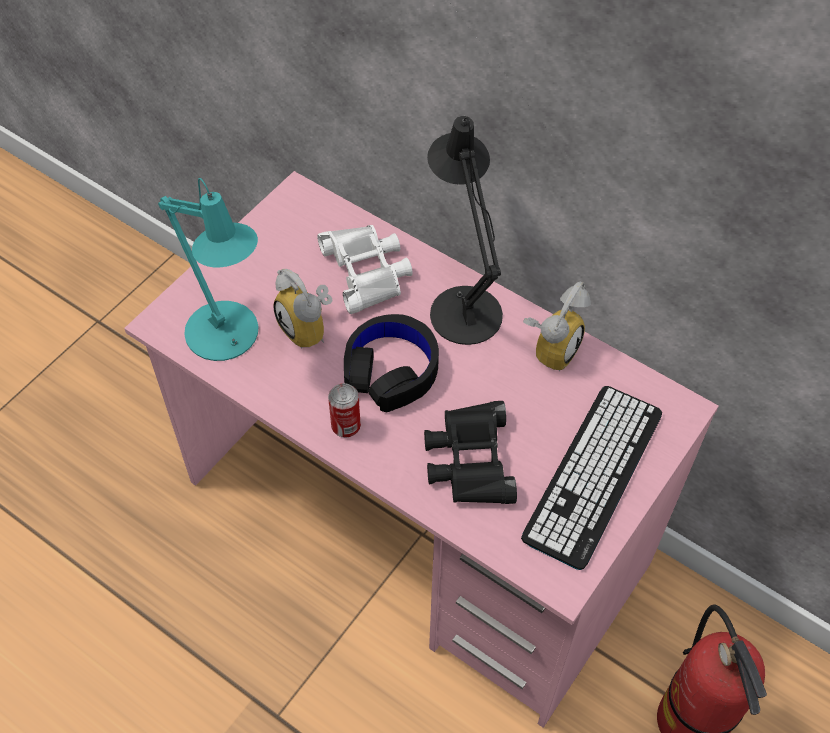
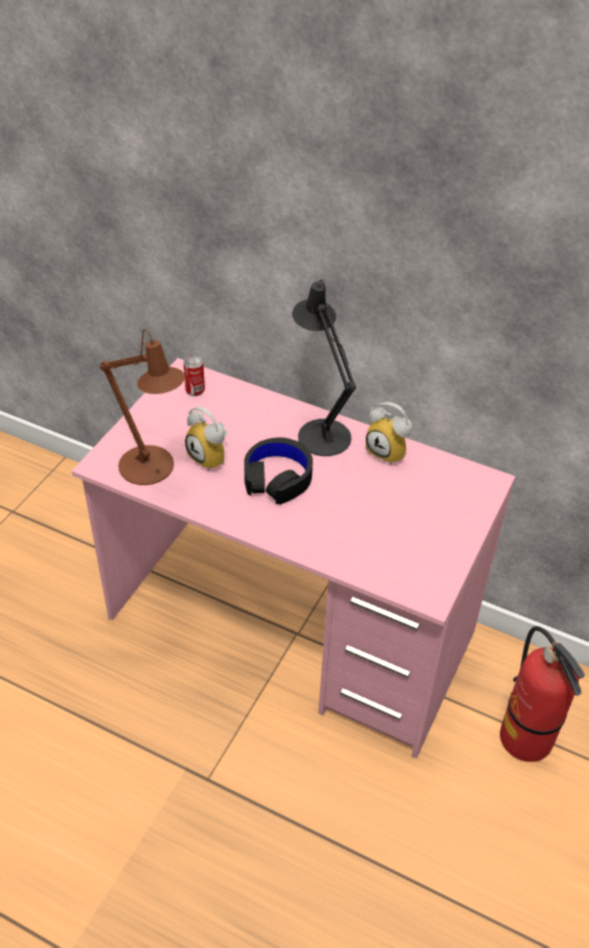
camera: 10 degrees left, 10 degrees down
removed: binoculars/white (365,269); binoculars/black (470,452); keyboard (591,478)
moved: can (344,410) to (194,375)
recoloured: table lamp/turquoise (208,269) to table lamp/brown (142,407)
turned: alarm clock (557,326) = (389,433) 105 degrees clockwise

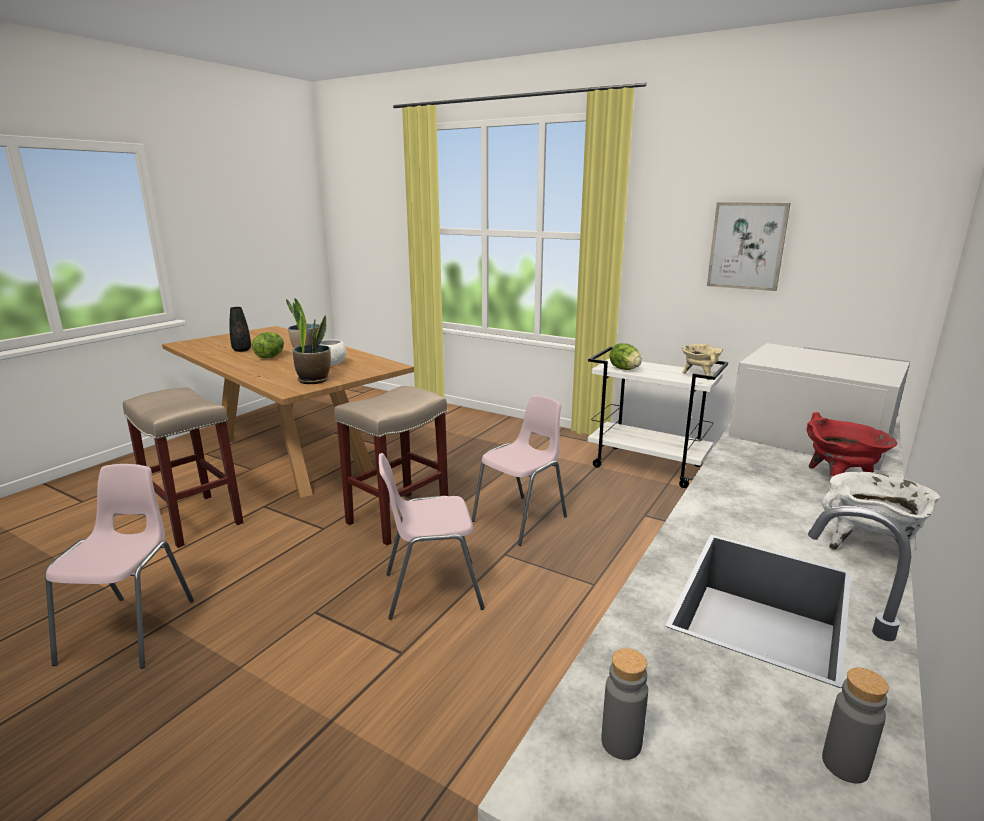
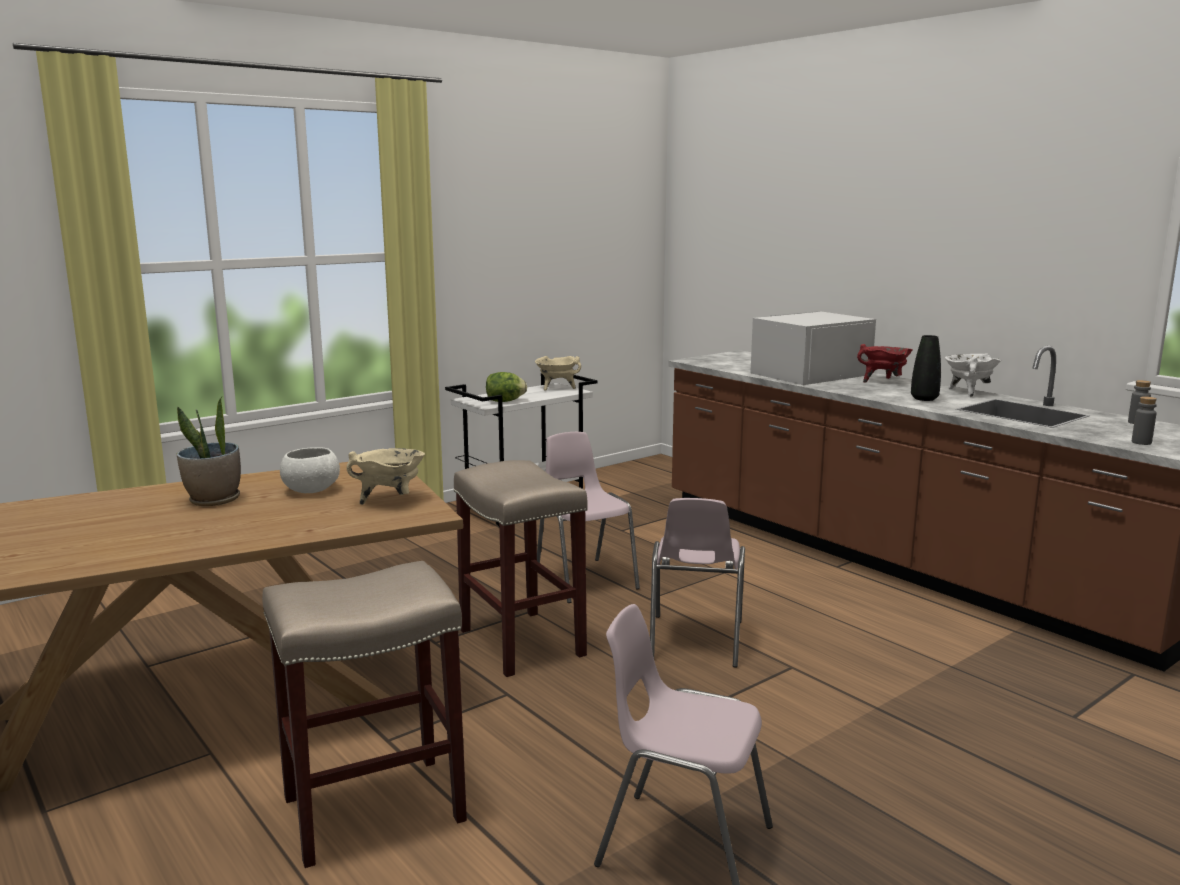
camera: 70 degrees left, 5 degrees down
removed: lettuce (268,345); picture (749,246)
moved: vase/black (240,329) to (926,368)
replaced: potted plant (312,347) to cooking pot/beige (386,476)

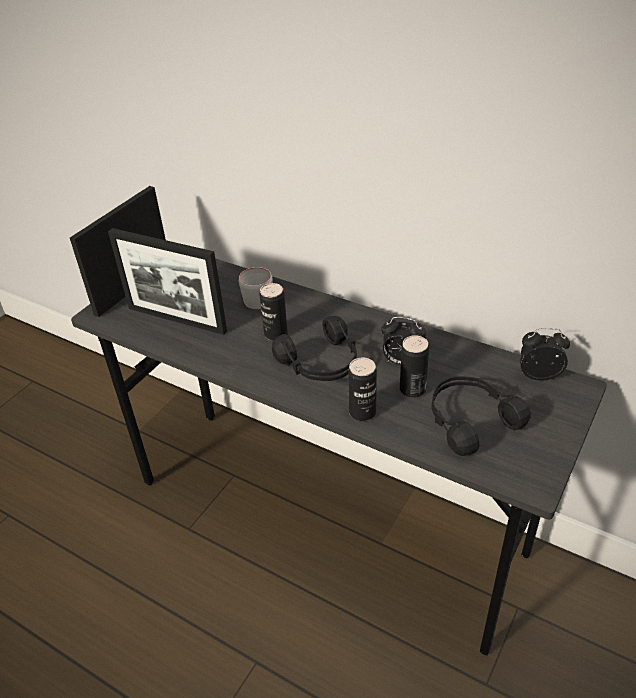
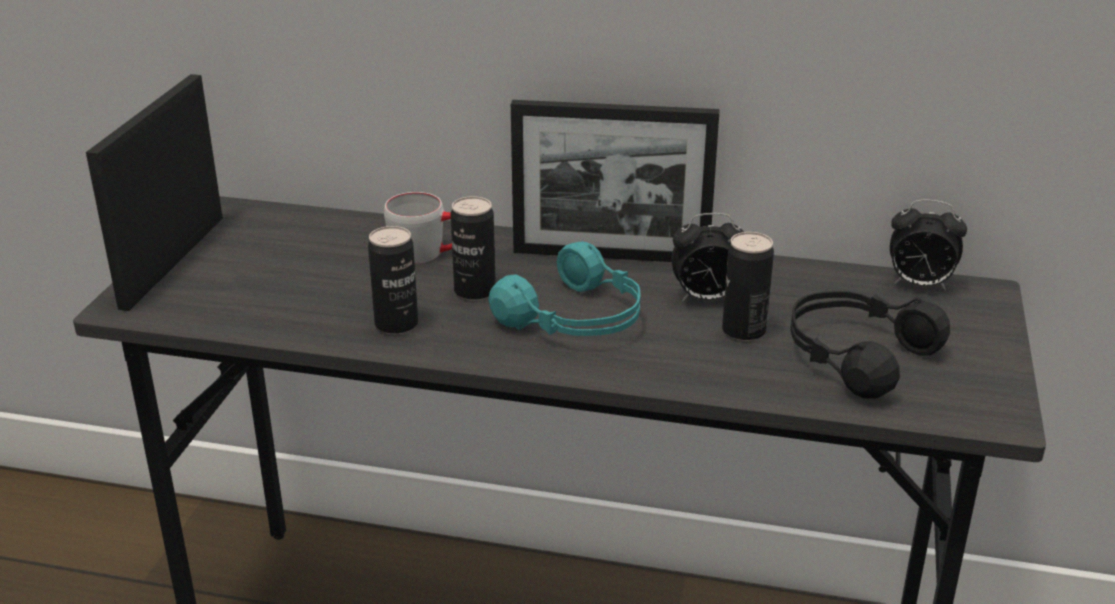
camera: 20 degrees left, 10 degrees down
moved: picture frame (167,281) to (615,181); can (362,389) to (393,280)
recoloured: headphones/black (314,348) to headphones/turquoise (564,288)
turned: alarm clock (545,354) = (928,244) 150 degrees counterclockwise

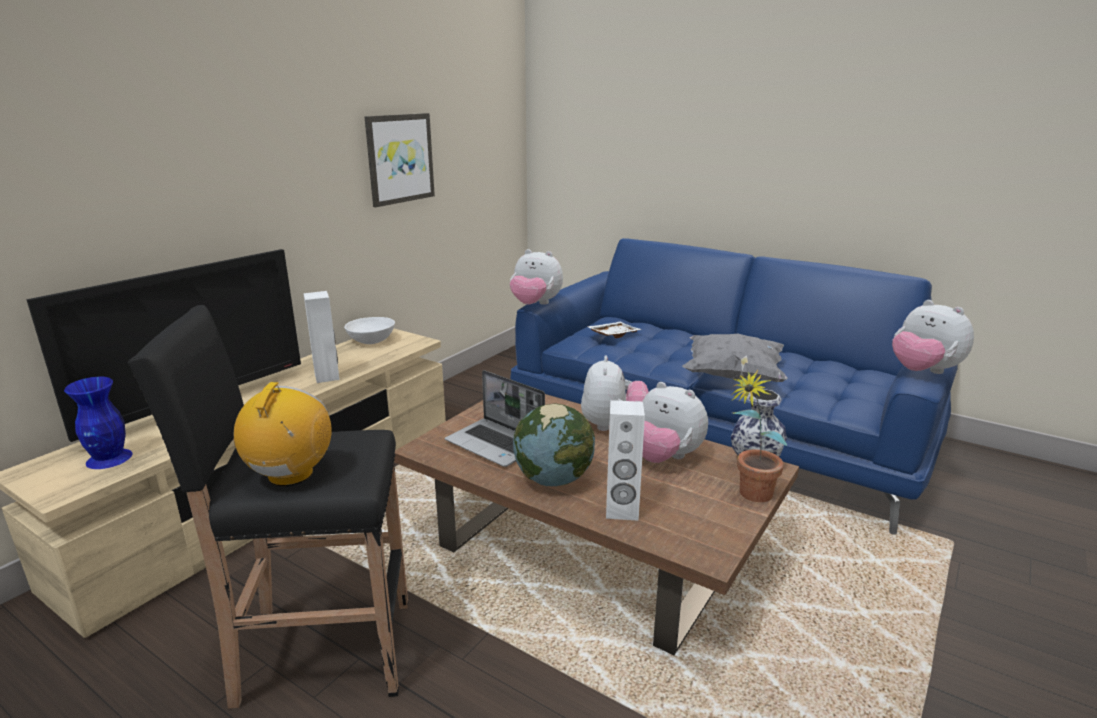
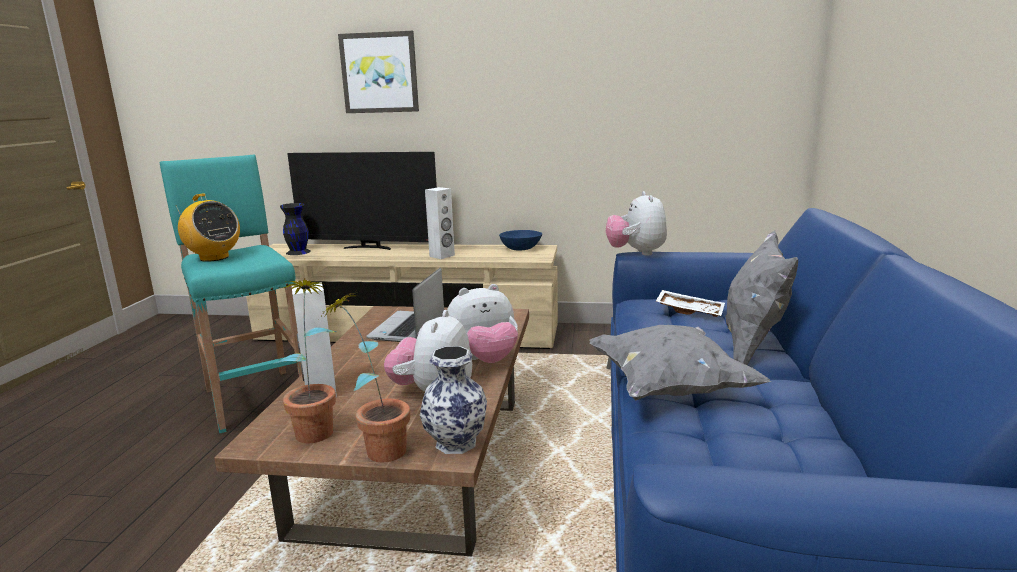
camera: 65 degrees right, 5 degrees down
removed: globe (554,445); plush toy (933,337)
added: potted plant (304,360); pillow/grey (761,298)
moved: picture (400,160) to (378,72)
recoloured: vase/blue (98,423) to vase/black (295,229); stool/black (267,507) to stool/turquoise (231,293); bowl/white (369,330) to bowl/blue (520,240)
turned: radio (283,434) = (208,227) 60 degrees clockwise

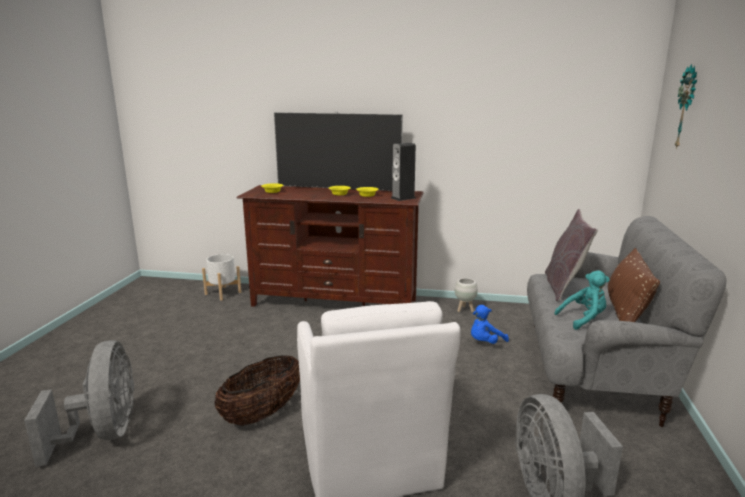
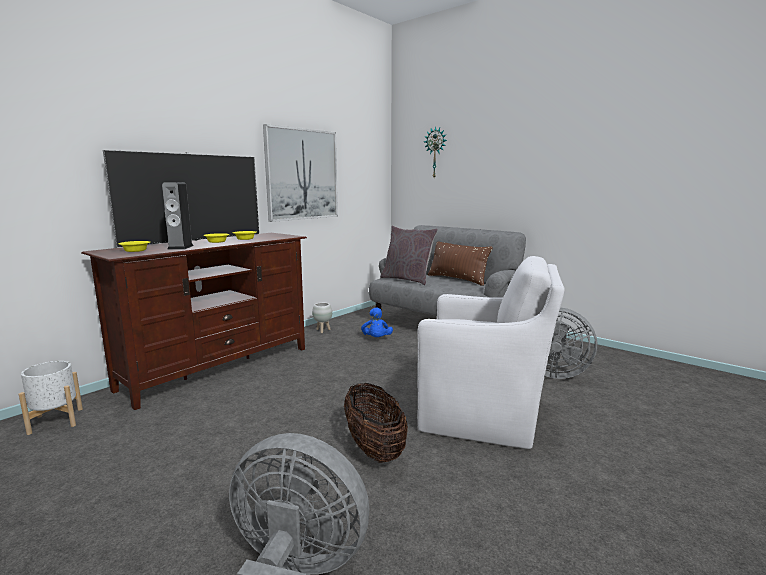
camera: 60 degrees left, 5 degrees down
removed: plush toy/turquoise (582,300)
added: picture (300,173)
moved: speaker (403,172) to (178,216)

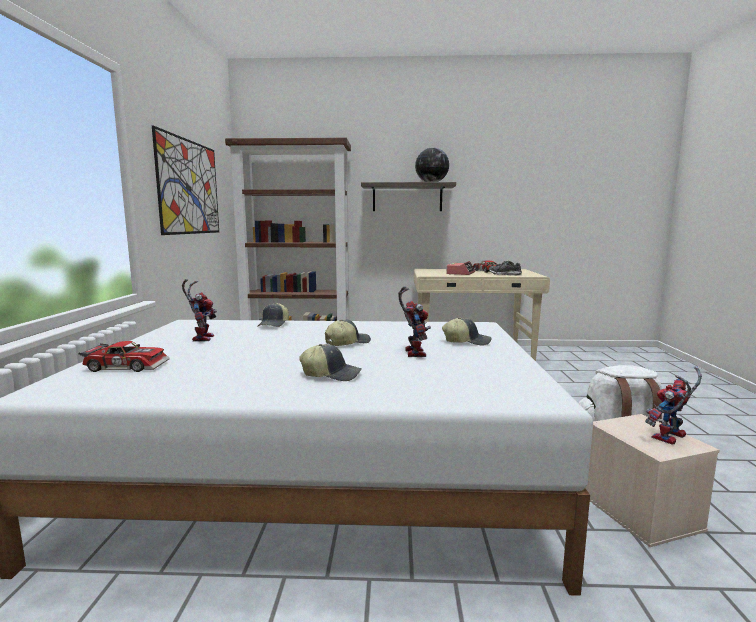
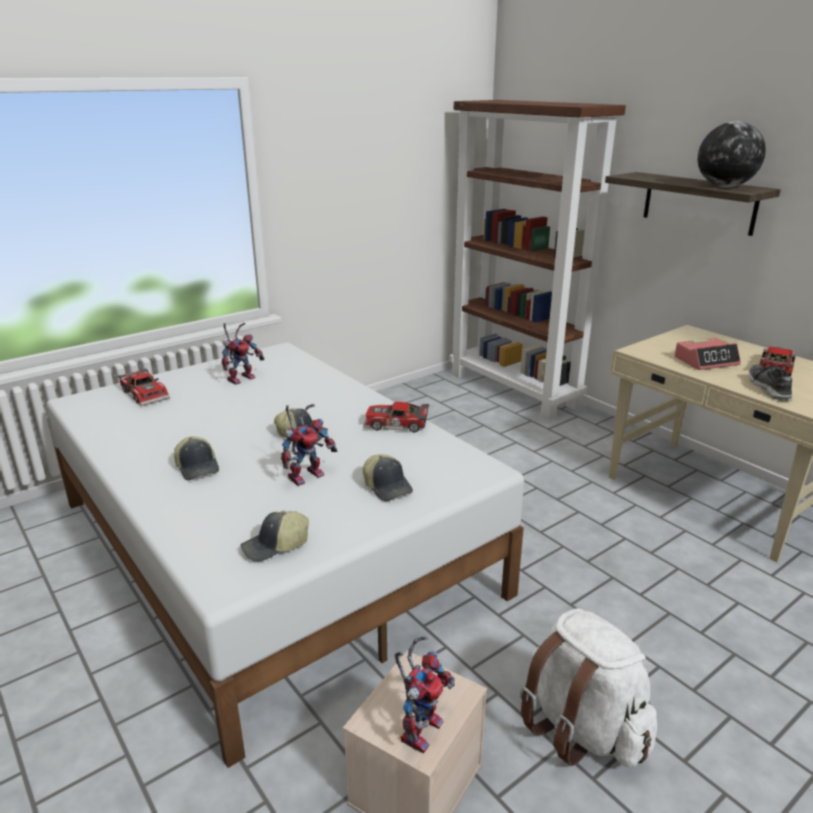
camera: 50 degrees right, 15 degrees up
removed: picture (185,180)
added: toy car (396,417)
moved: cap (273,315) to (274,536)
turned: toy robot (673,406) = (425,695) 105 degrees clockwise

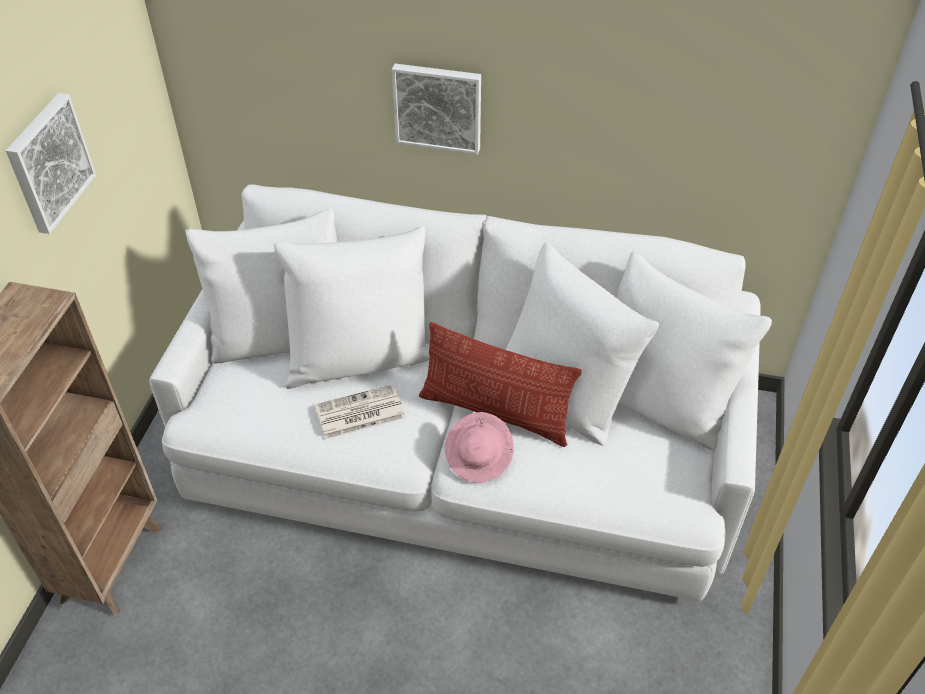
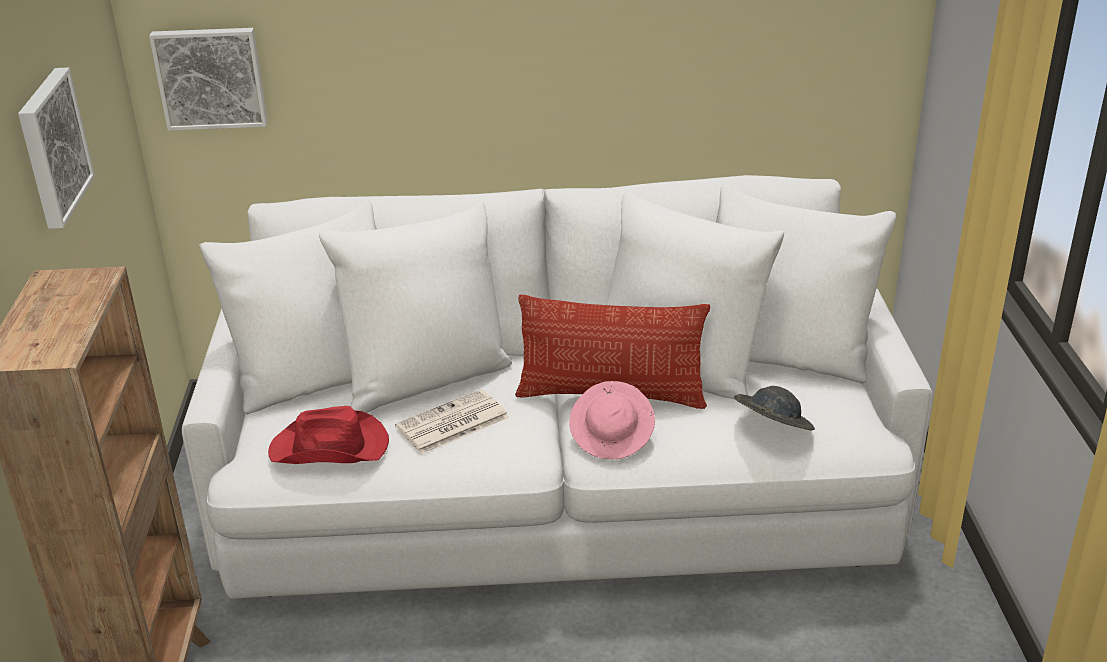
camera: 15 degrees left, 15 degrees down
added: hat/red (328,435); hat/grey (774,408)
moved: picture (436,109) to (208,79)

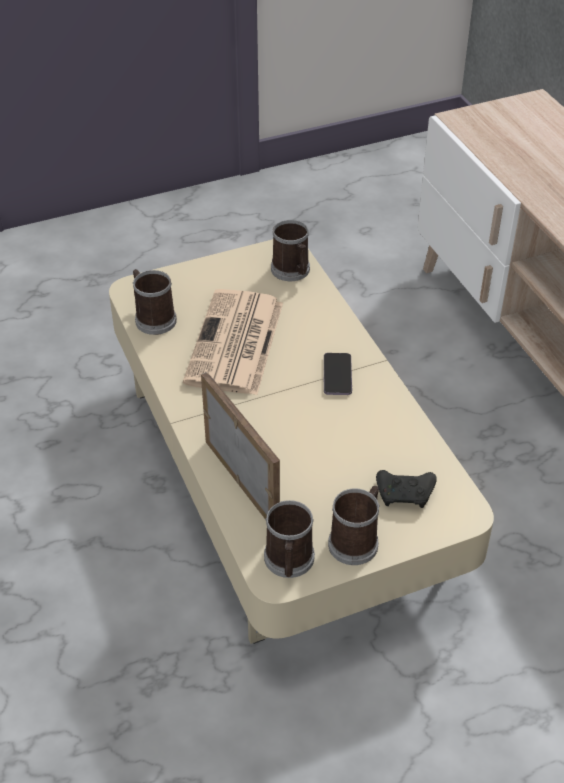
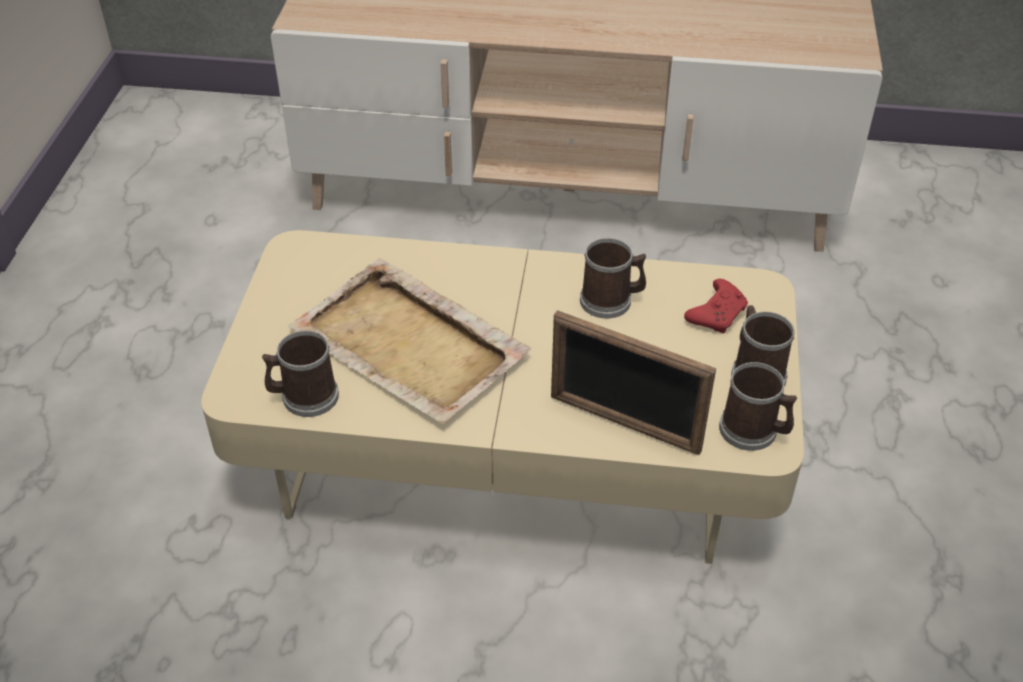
camera: 60 degrees left, 0 degrees up
removed: phone (338,374)
moved: mug (290,250) to (613,278)
replaced: newspaper (233,342) to tray/beige (409,341)
recoloured: game controller/black (406,489) to game controller/red (716,306)
turned: picture frame (240,445) = (633,382) 150 degrees counterclockwise

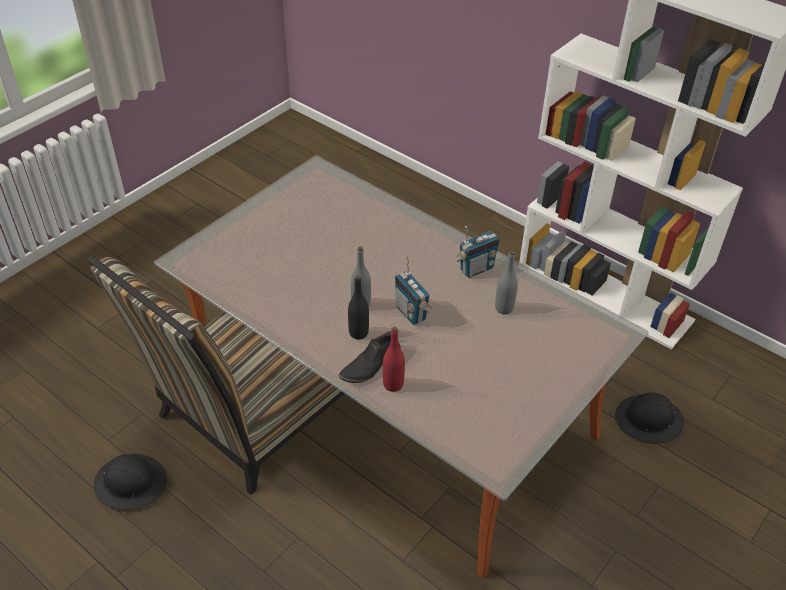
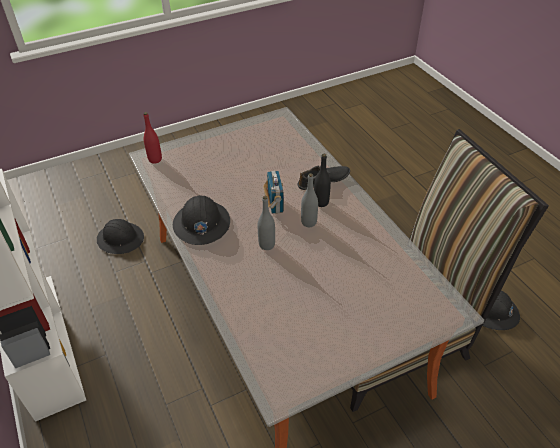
camera: 155 degrees left, 0 degrees up
moved: bottle/red (394,359) to (152,138); bottle/grey (506,282) to (266,223)
replaced: radio (477,252) to hard hat/black (201,220)

